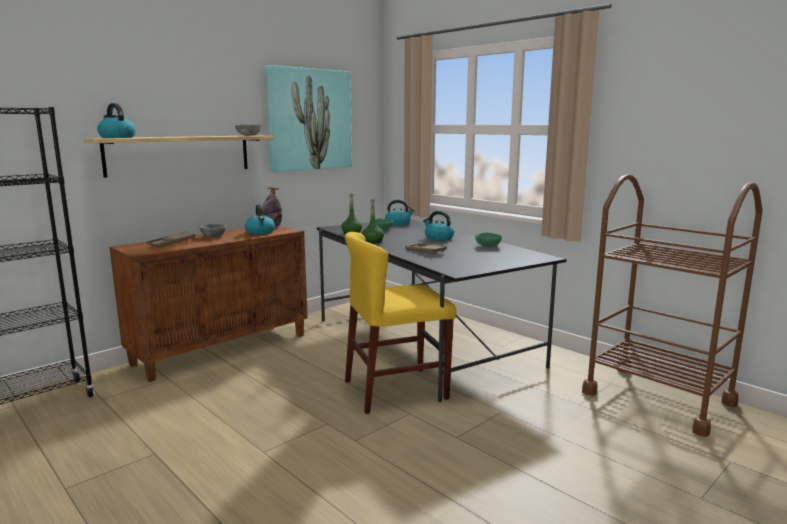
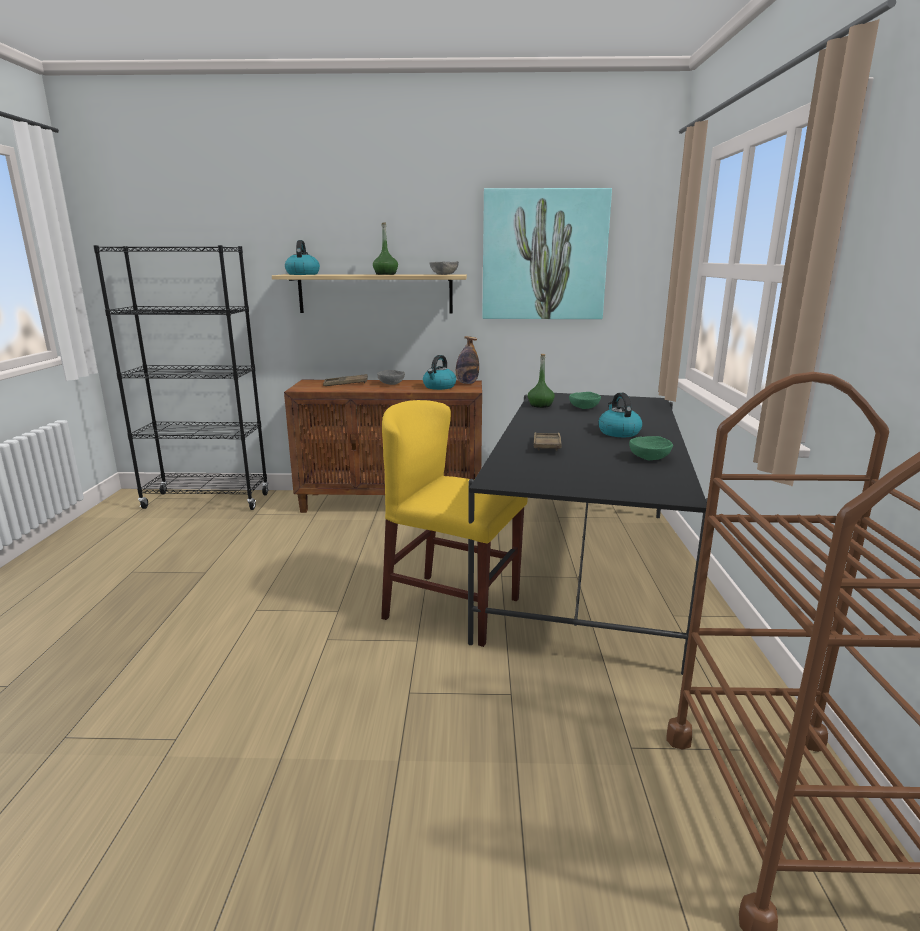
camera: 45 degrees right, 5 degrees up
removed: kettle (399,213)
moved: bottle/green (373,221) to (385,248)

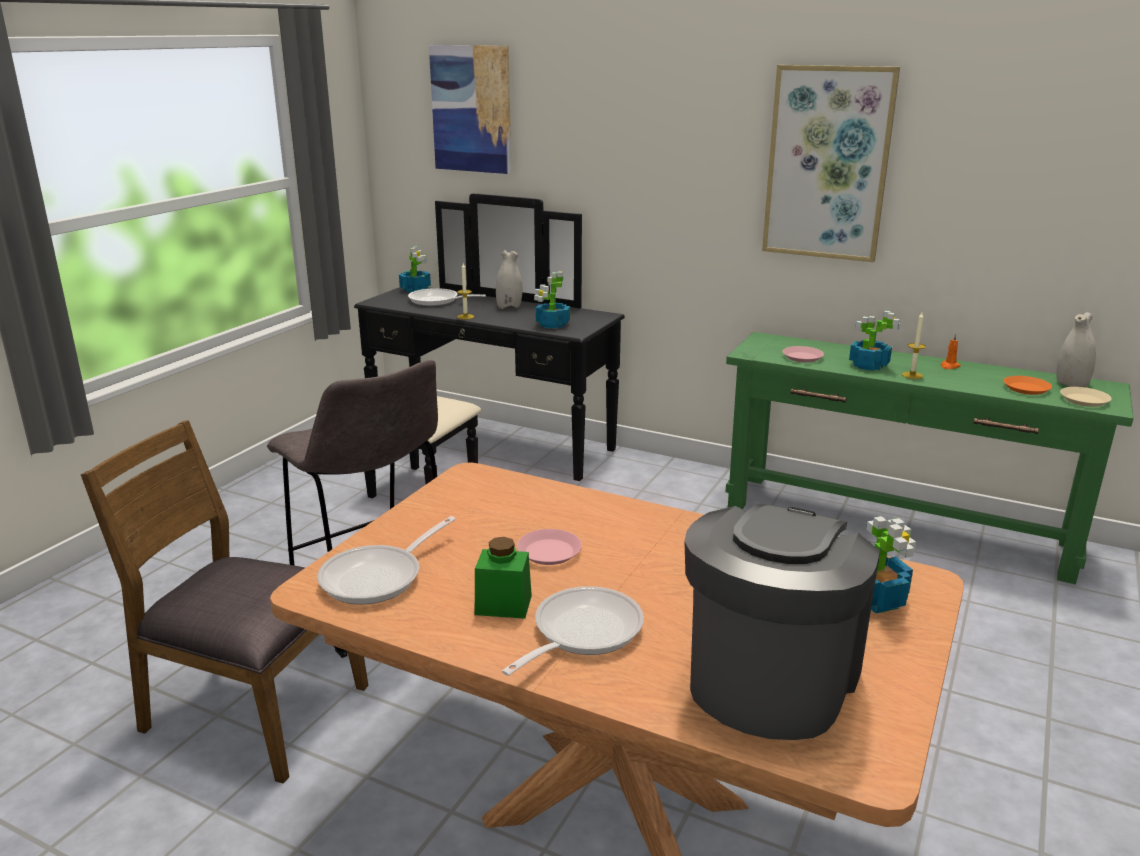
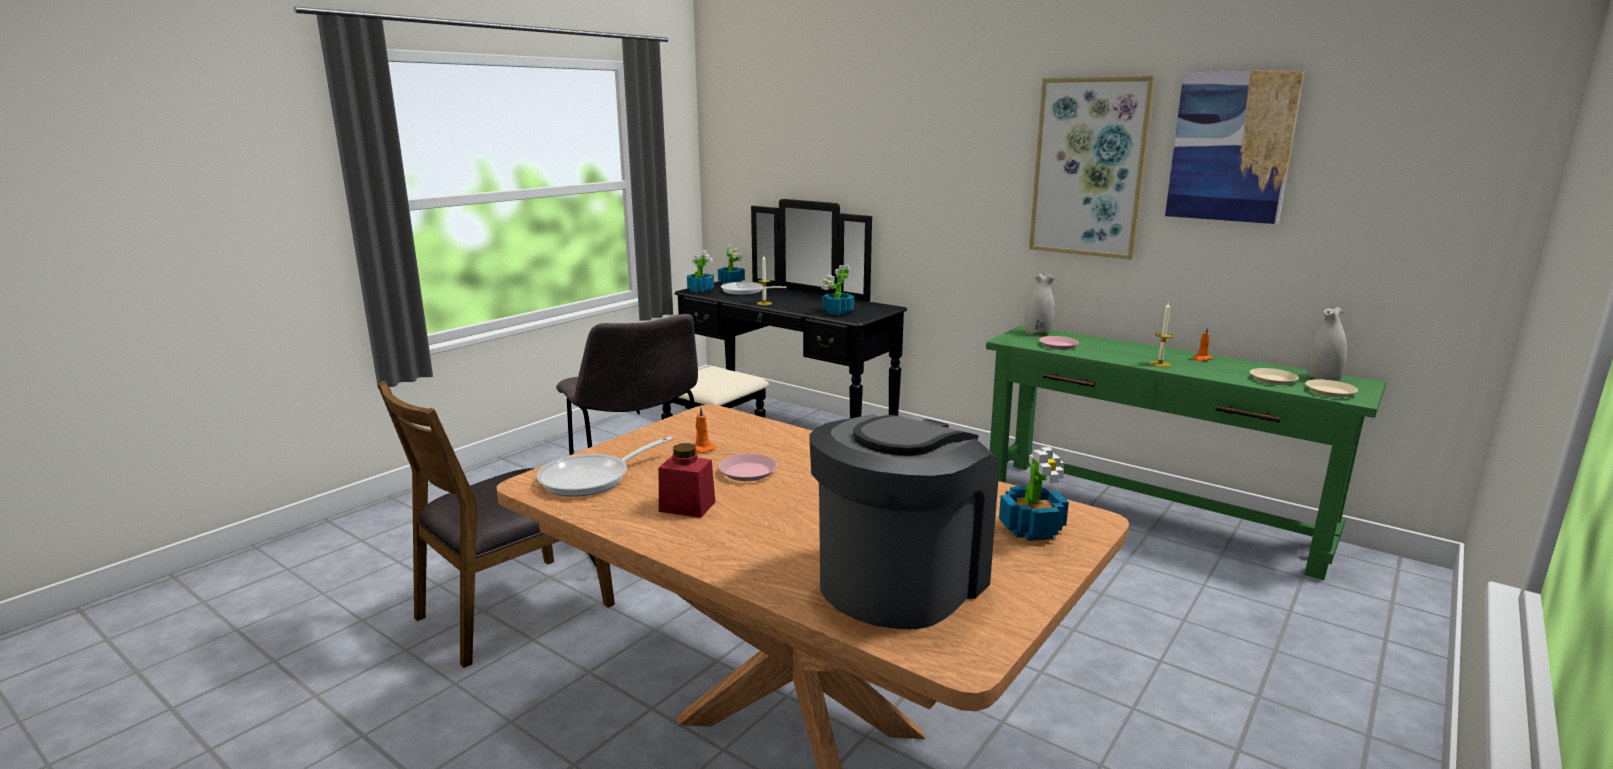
camera: 10 degrees right, 5 degrees down
removed: frying pan (573,631)
added: candle/orange (704,430)
moved: picture (470,109) to (1235,147); vase/white (509,279) to (1039,304); potted plant (874,341) to (700,271)
recoloured: jar/green (503,578) to jar/red (687,480); plate/orange (1027,385) to plate/beige (1274,376)
turned: chair/brown (224,602) = (496,524) 75 degrees counterclockwise

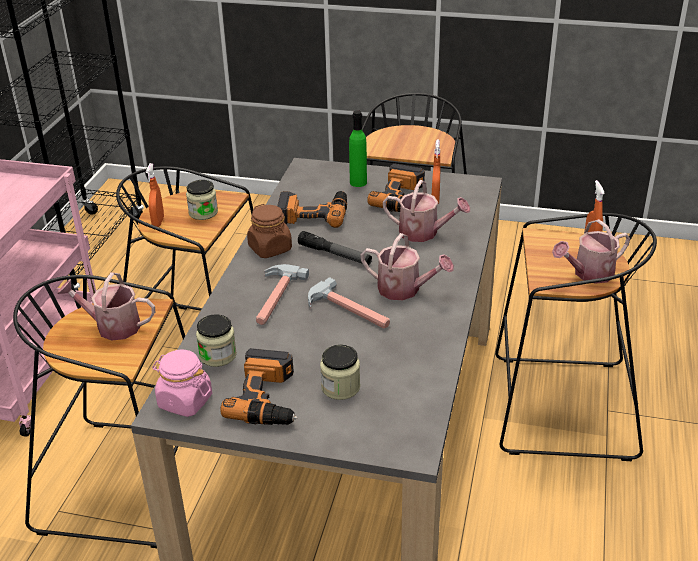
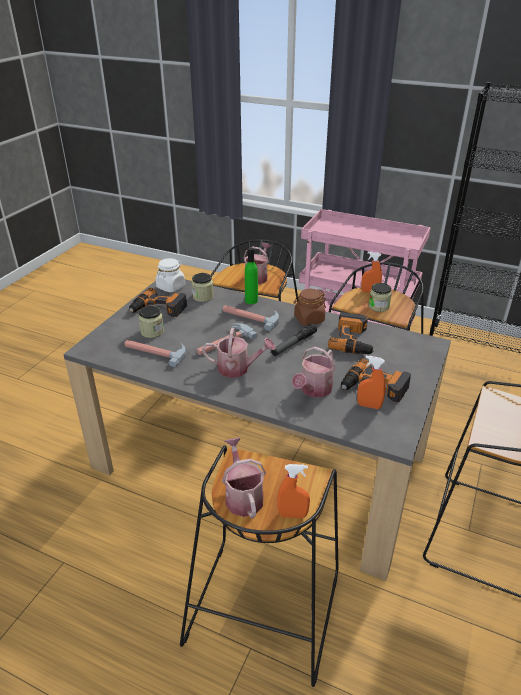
camera: 100 degrees right, 0 degrees up
added: hammer (155,353)
moved: bottle/green (358,148) to (251,275)
recoloured: jar/pink (182,383) to jar/white (170,275)
turned: watering can (407,266) = (238,353) 120 degrees counterclockwise

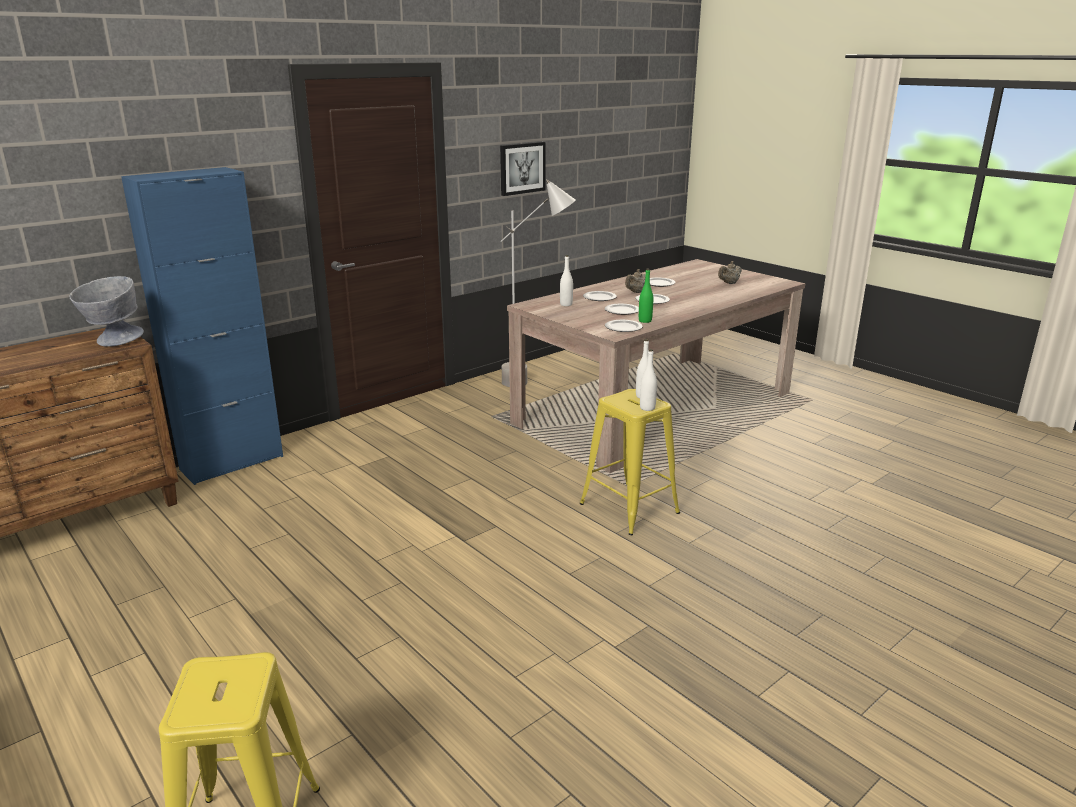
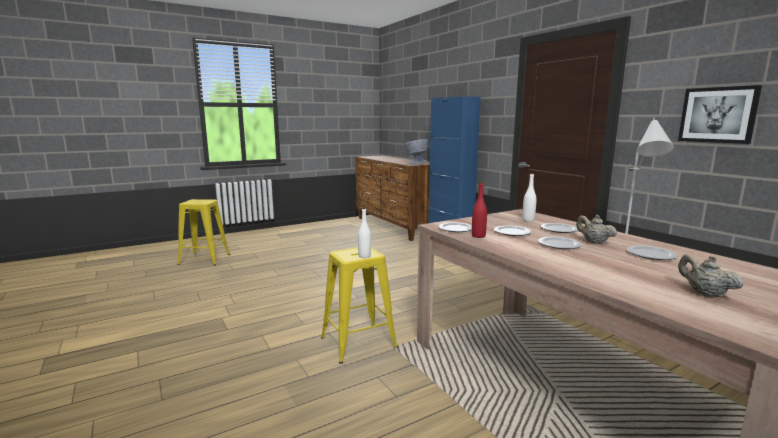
camera: 100 degrees right, 10 degrees down
removed: bottle/white (648,380)
recoloured: bottle/green (646,296) to bottle/red (479,210)

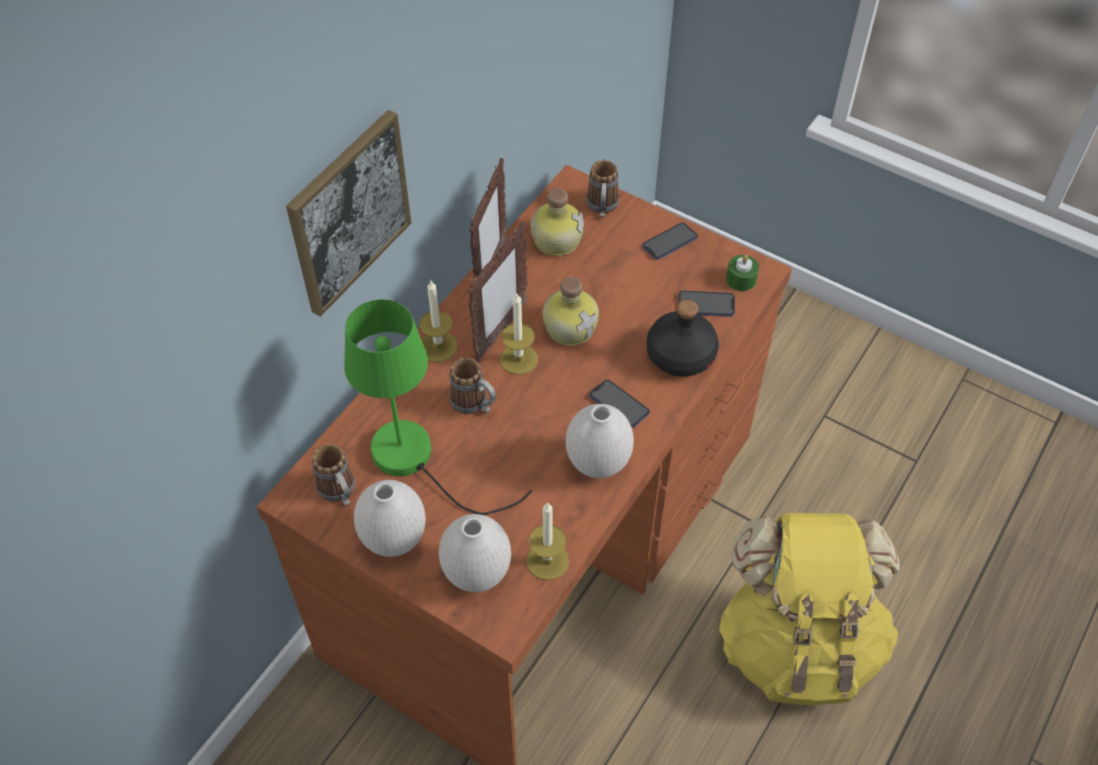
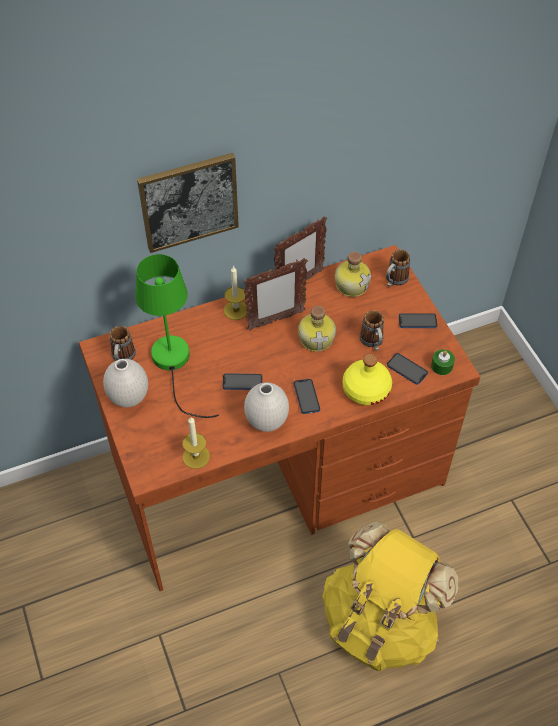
camera: 35 degrees right, 0 degrees up
removed: vase/white (475,553); candle (519,334)
added: phone (242,381)
moved: mug (472,385) to (371,330)
recoloured: bottle/black (683,338) to bottle/yellow (367,379)

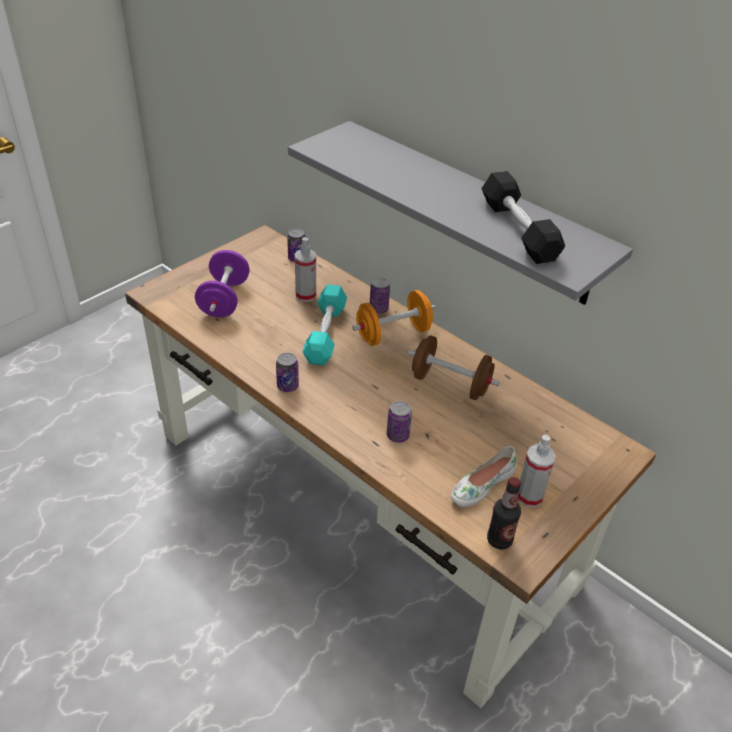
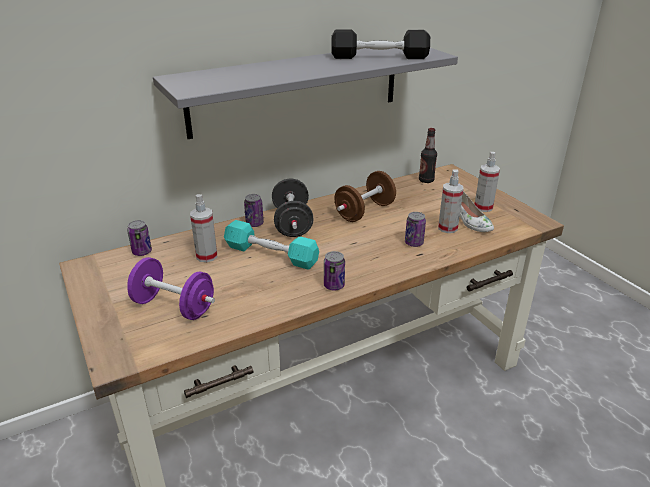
camera: 70 degrees left, 10 degrees down
added: spray bottle (451,201)
moved: bottle (504,513) to (428,155)
recoloured: dumbbell/orange (394,318) to dumbbell/black (293,207)

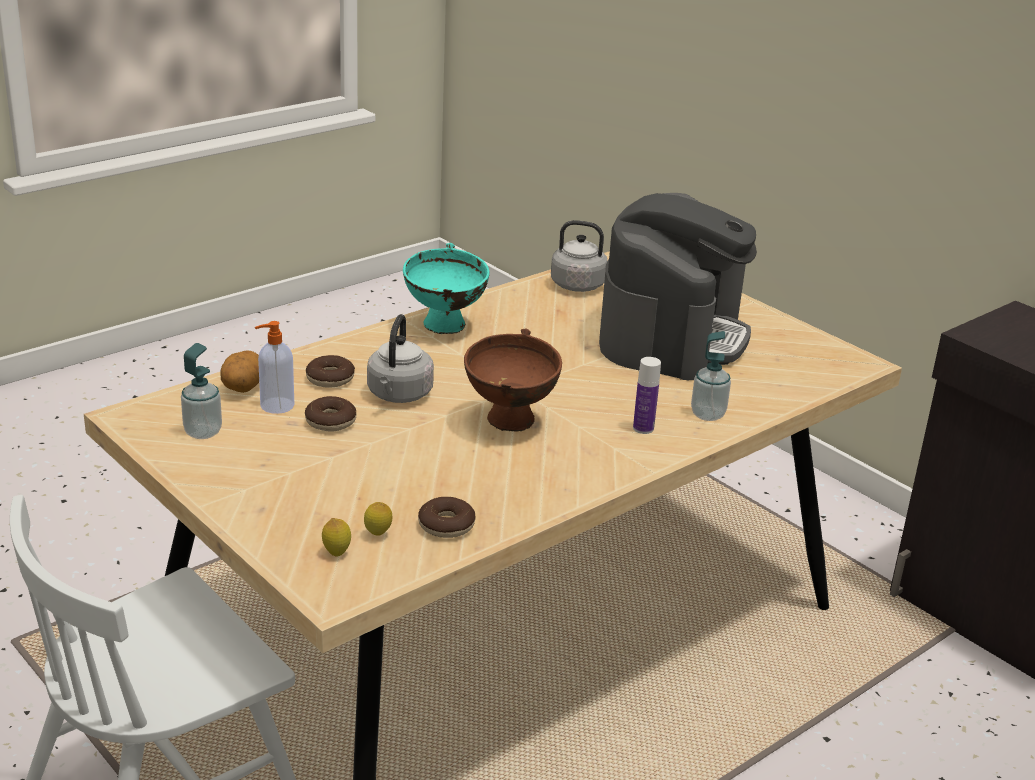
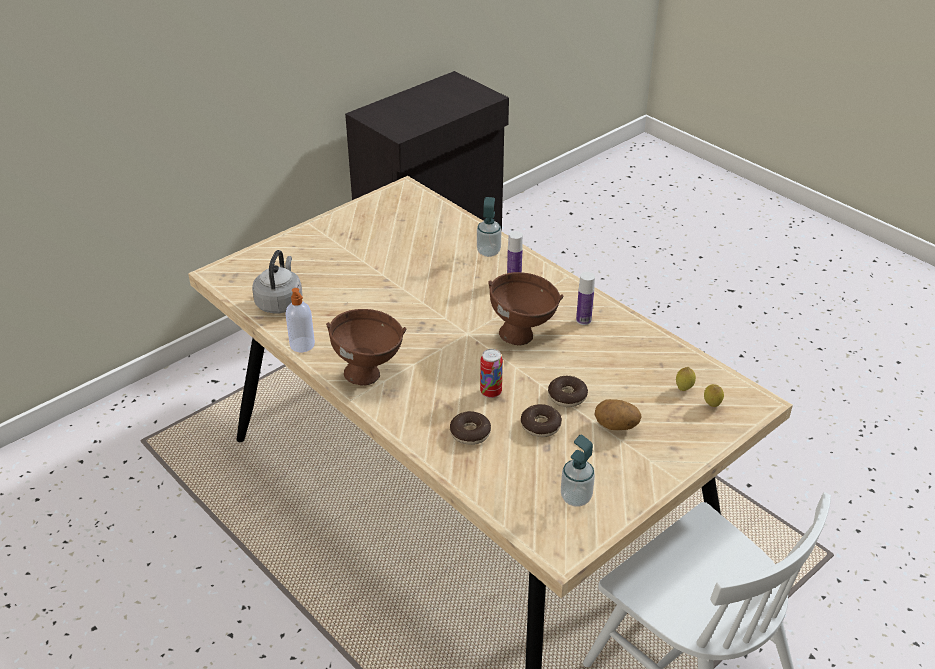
camera: 90 degrees left, 10 degrees up
removed: coffee machine (678,286)
added: bottle (585,298)
moved: potato (239,371) to (617,414); soap dispenser (274,367) to (300,320); donut (447,517) to (568,391)
replaced: kettle/grey (400,358) to can (491,373)
recoloured: bowl/turquoise (446,288) to bowl/brown (366,347)

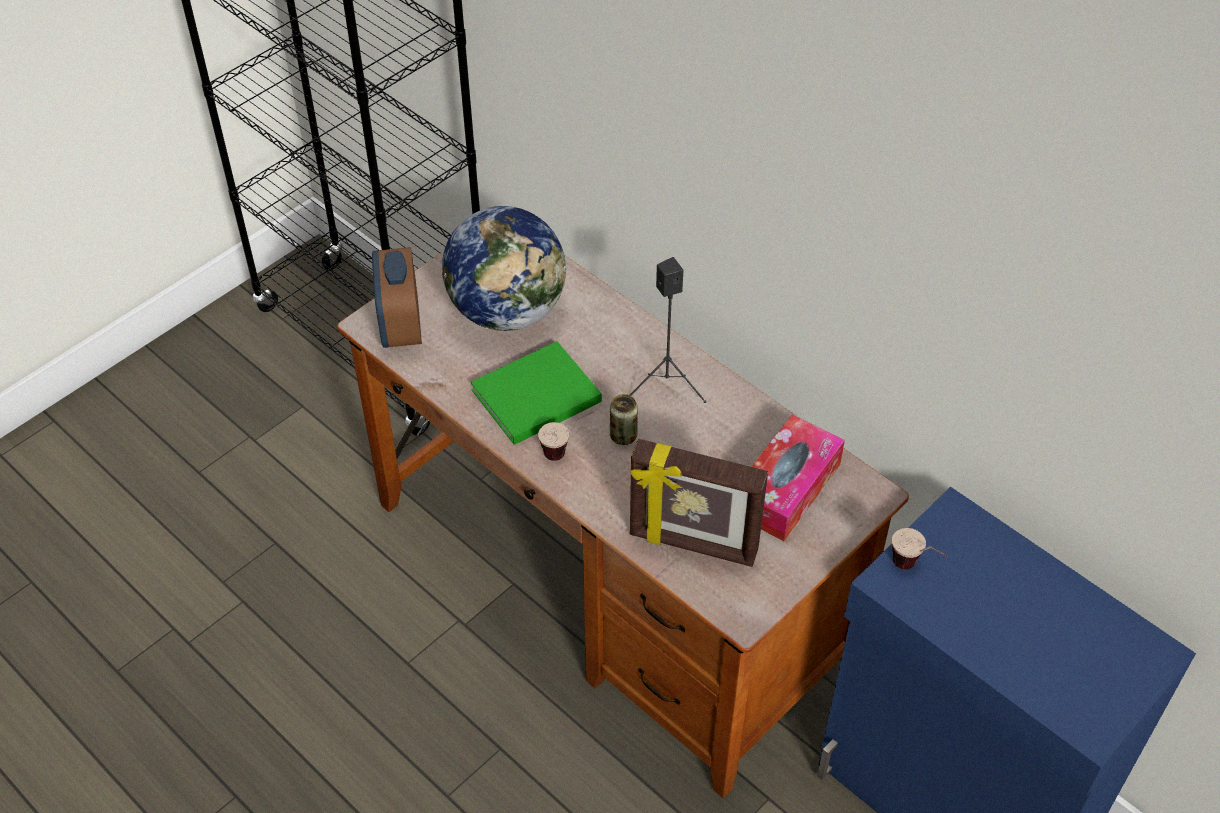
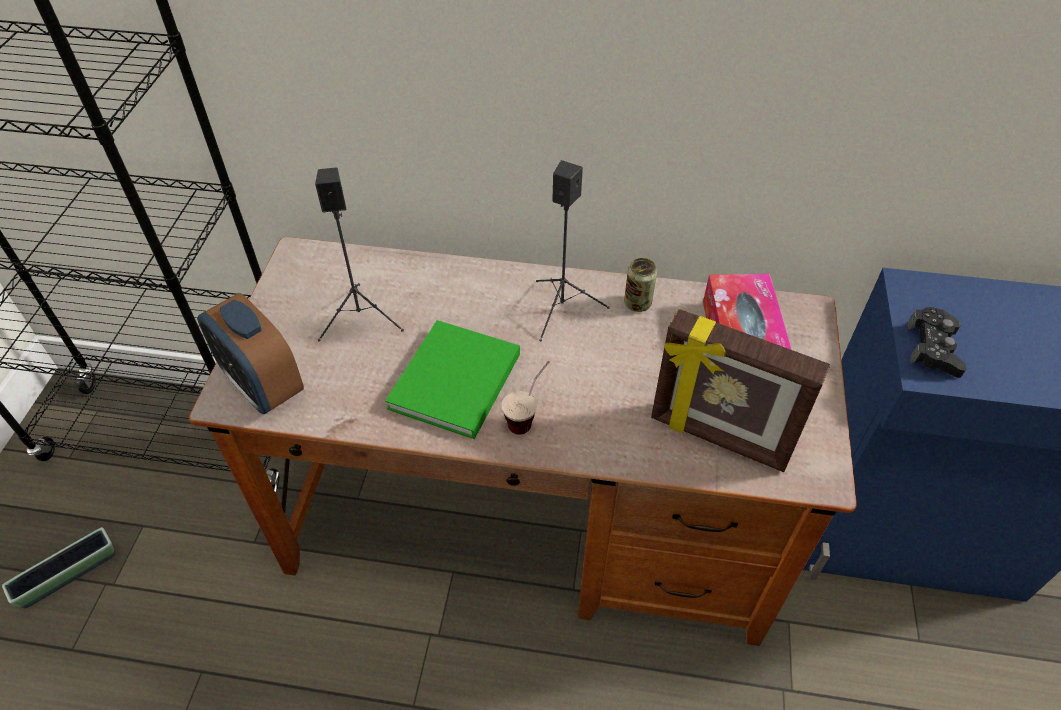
camera: 35 degrees left, 0 degrees up
added: planter (58,567)
moved: can (624,419) to (640,285)
replaced: globe (504,268) to speaker/black (359,254); cup (920,549) to game controller/black (937,342)
turned: picture frame (699,503) = (740,390) 45 degrees clockwise

